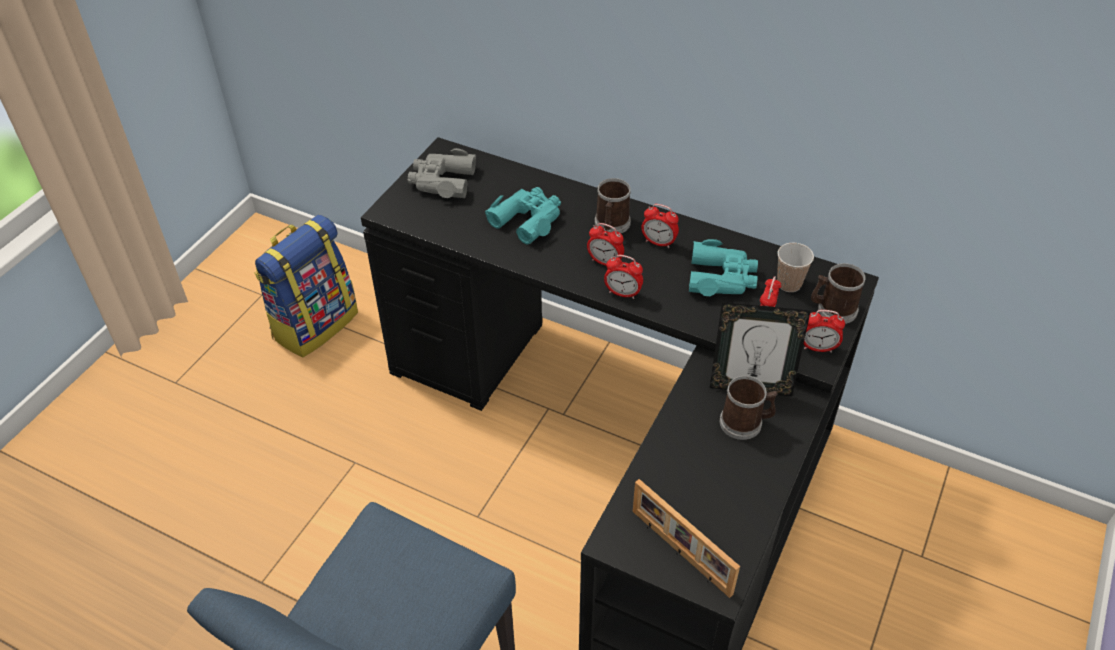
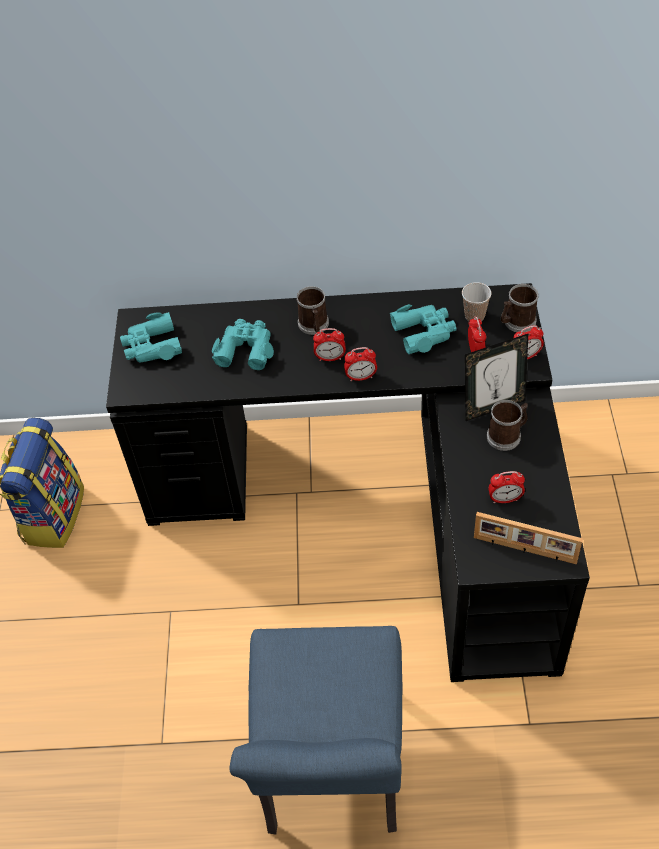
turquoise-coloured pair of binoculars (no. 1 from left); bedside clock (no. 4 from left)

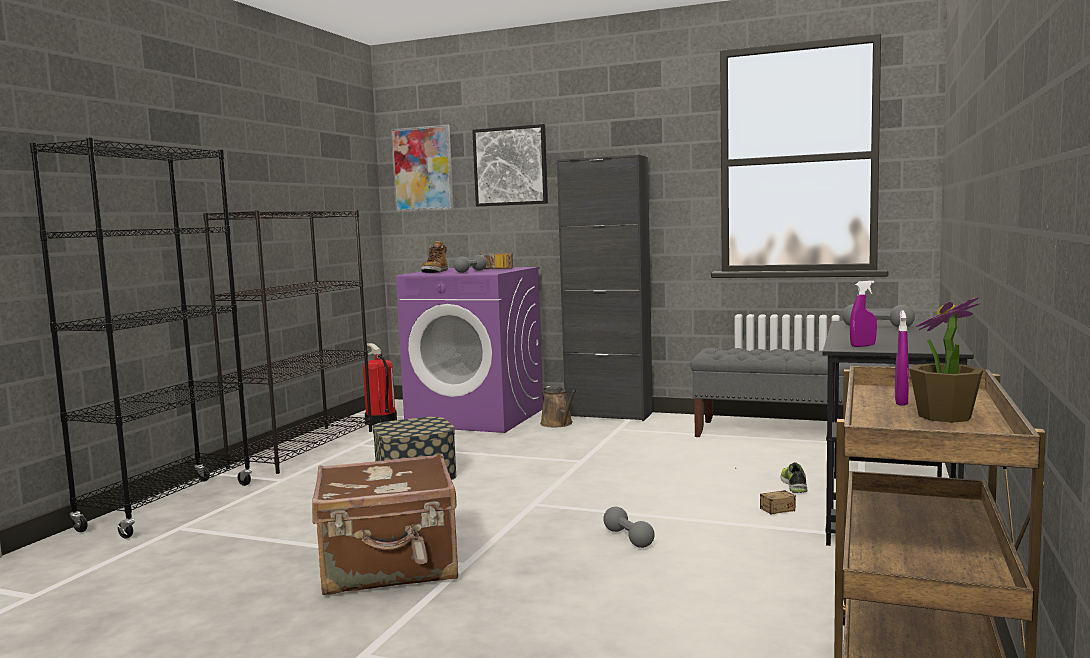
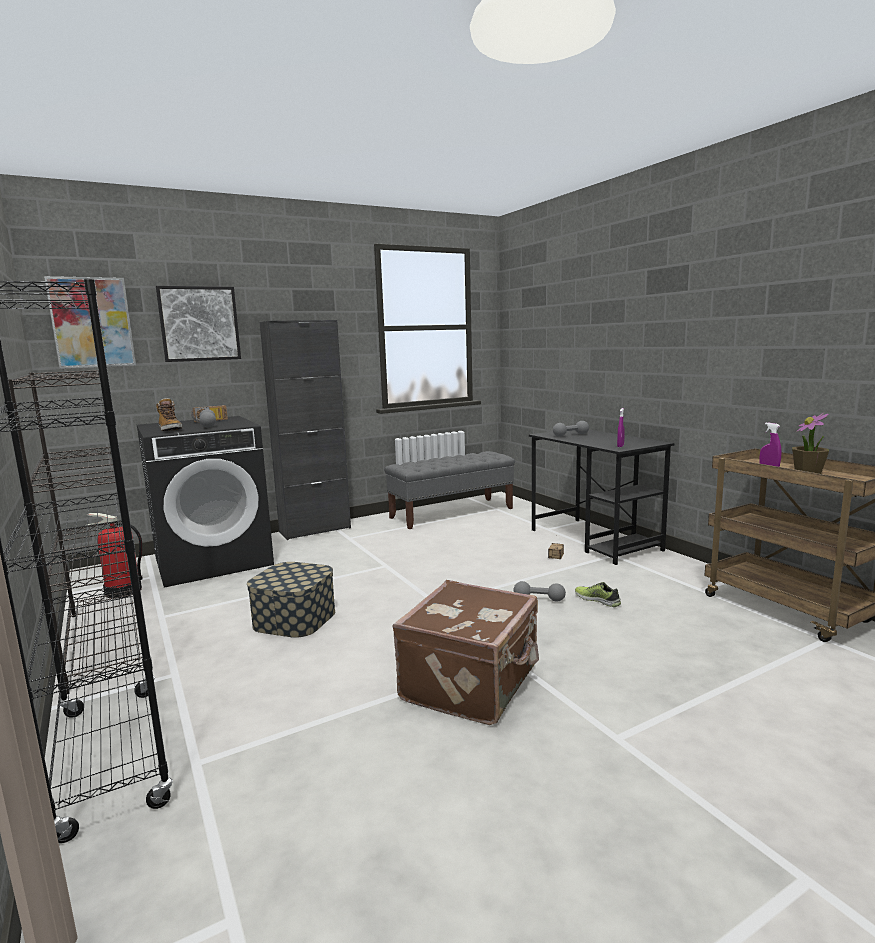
black-coloured laundry appliance; item of footwear; brown sprinkling can

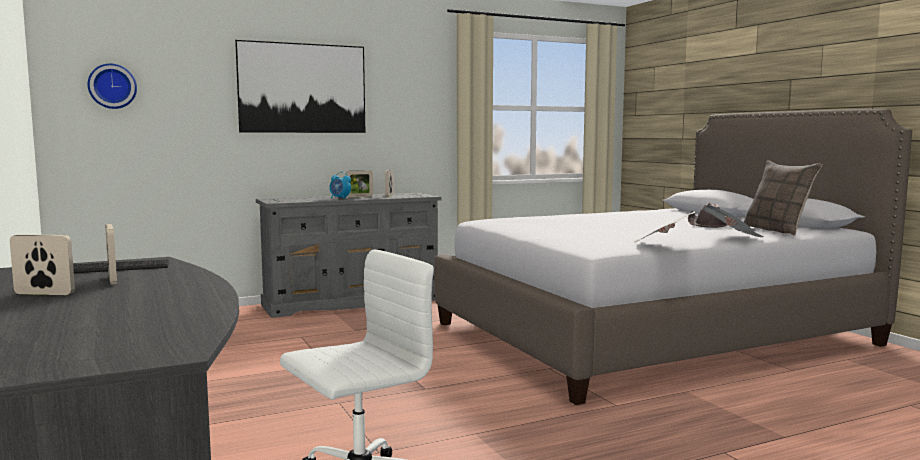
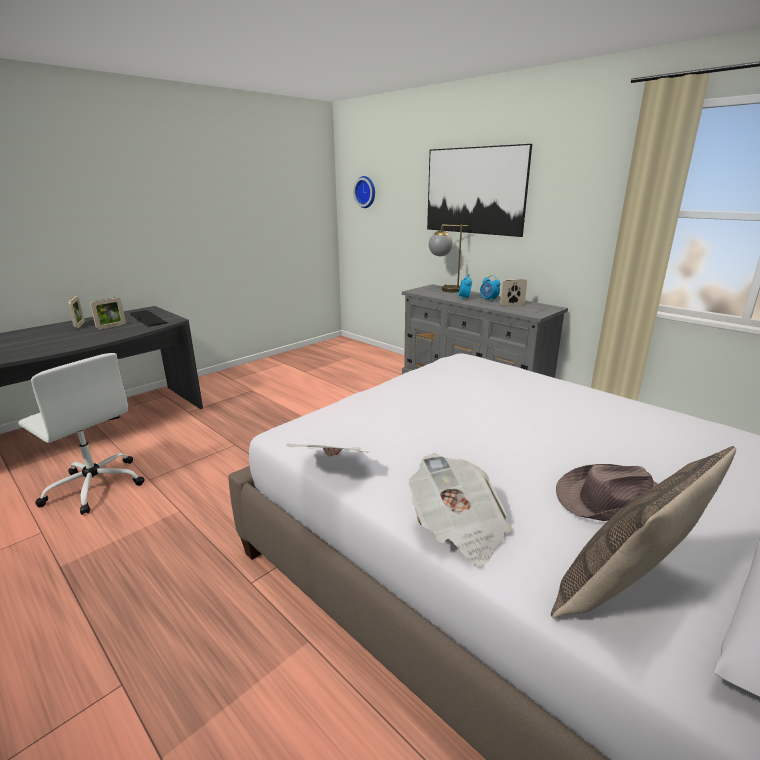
table lamp; bedside clock (no. 2 from left)

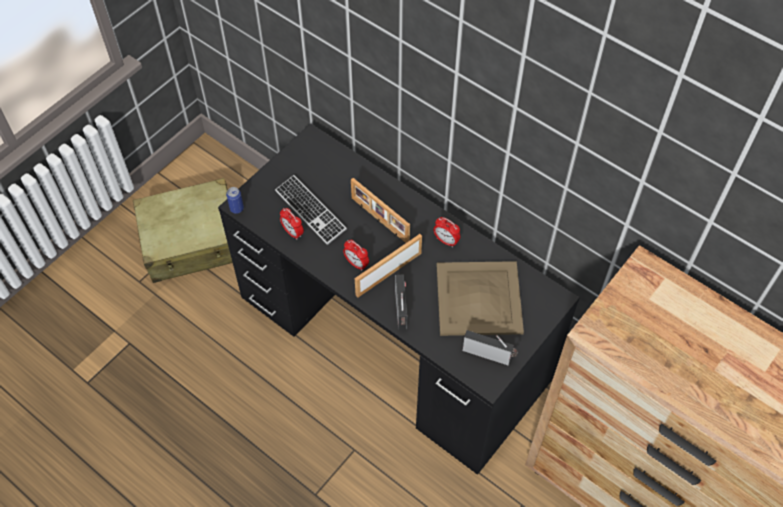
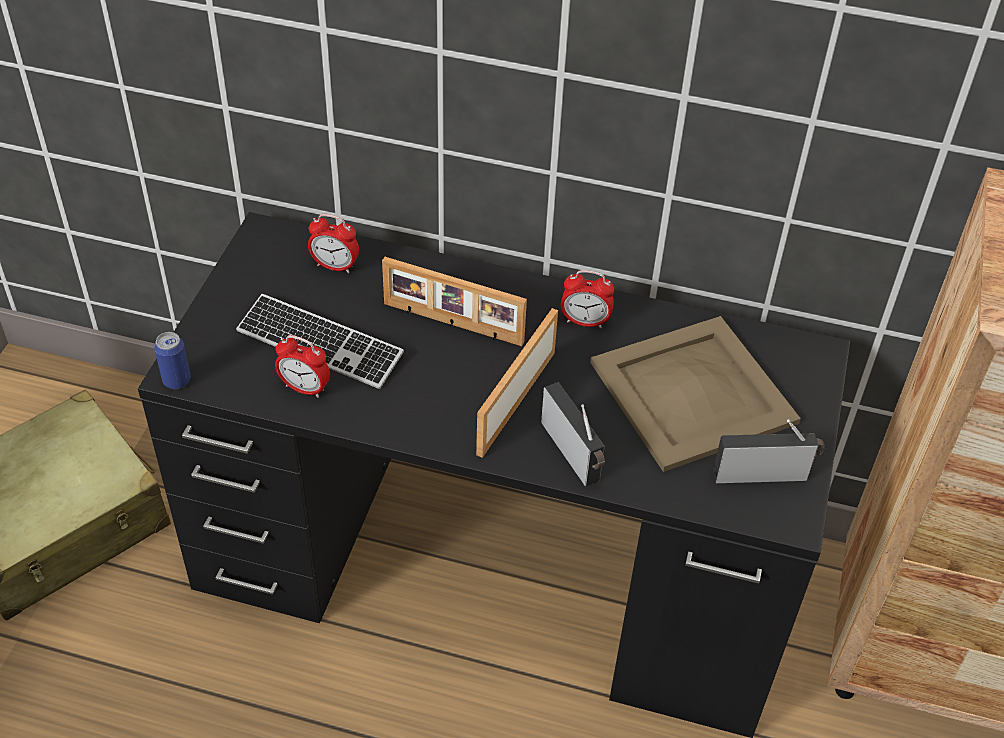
bedside clock (no. 2 from left)

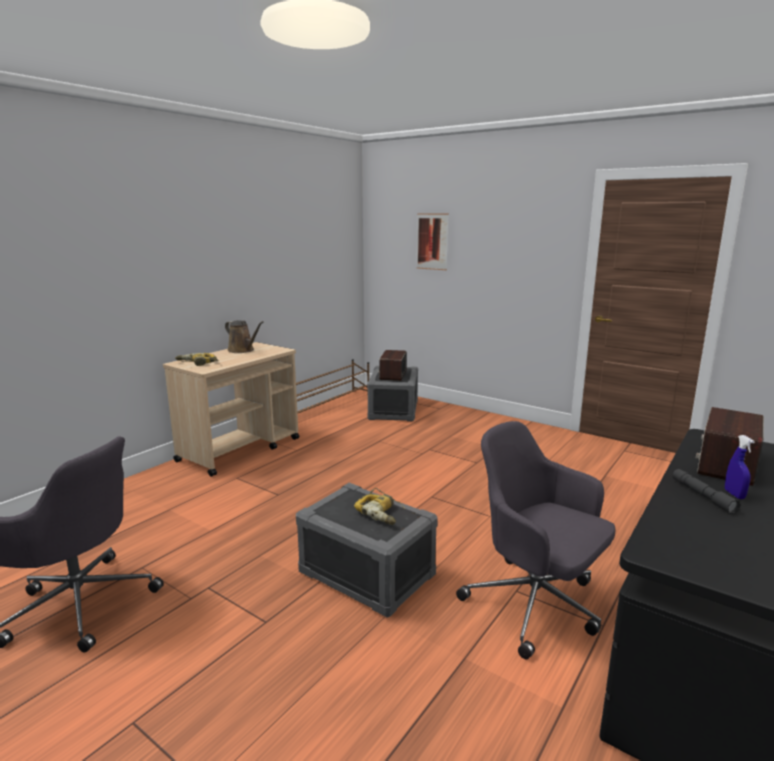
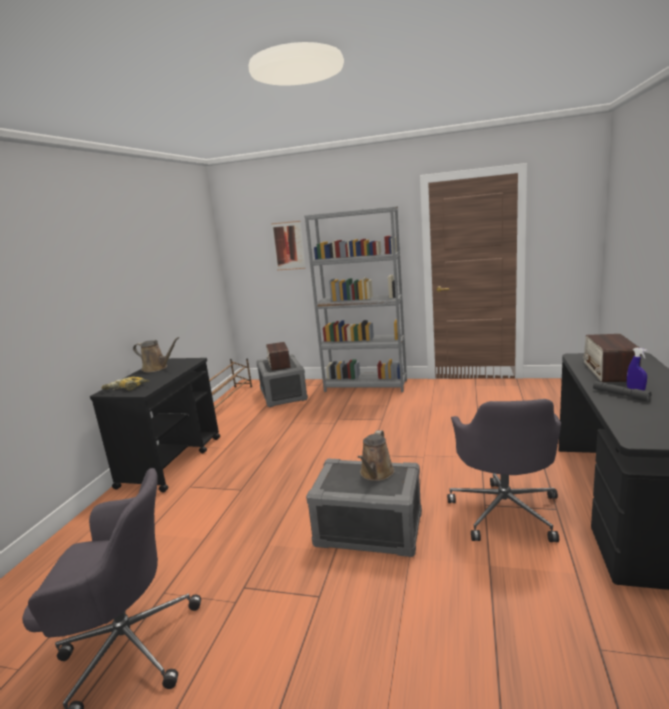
black-coloured wheeled cart; gray bookcase; brown sprinkling can (no. 2 from left); gray computer chair (no. 2 from left)

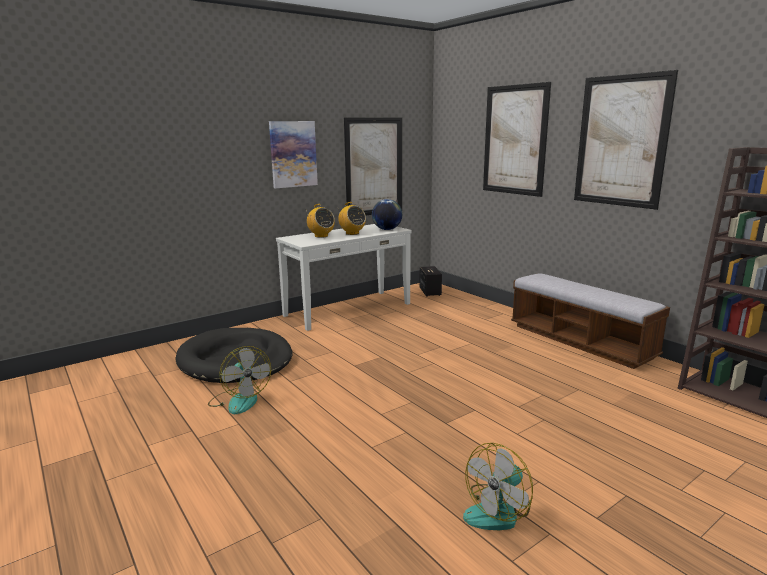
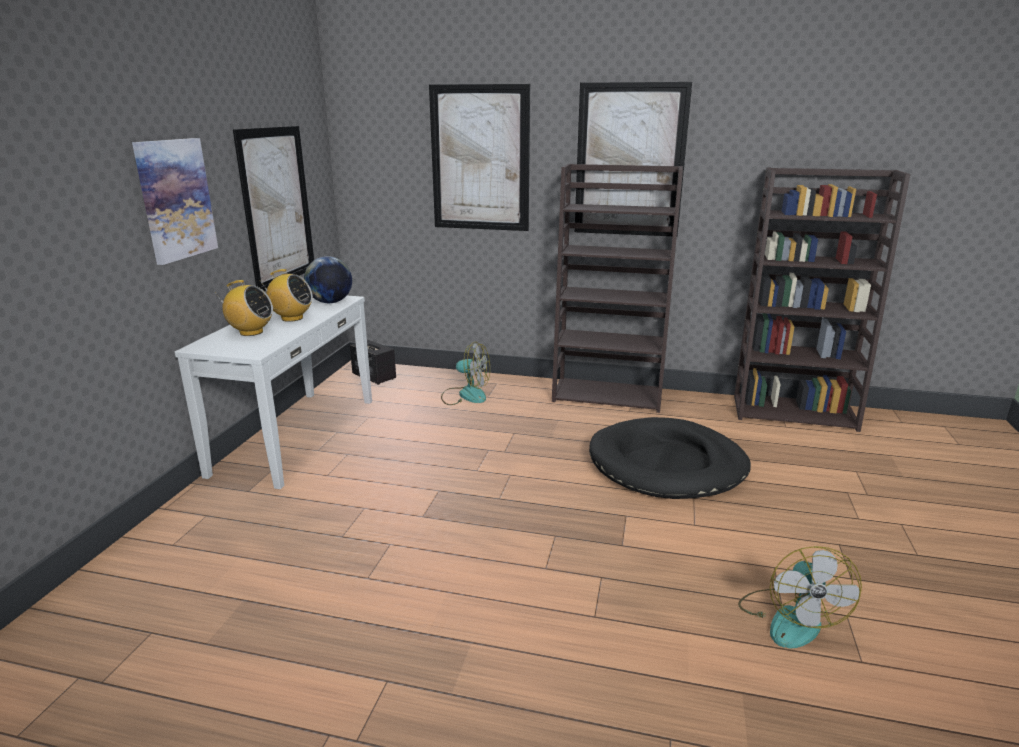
cooling fan (no. 1 from left); brown bookcase (no. 1 from left); black-coloured dog cushion

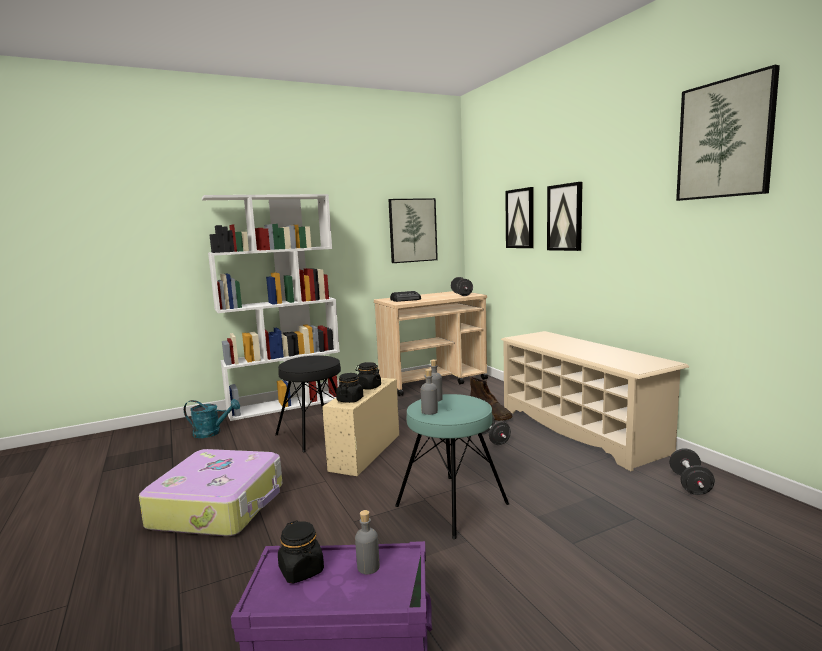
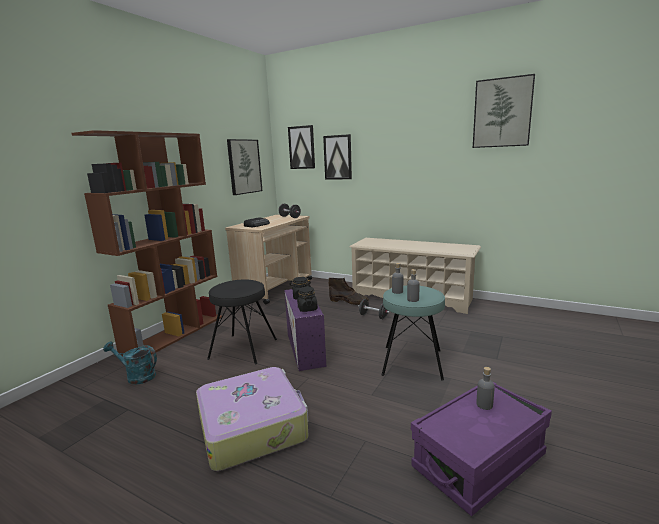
brown bookcase; turquoise-coloured sprinkling can; purple-coloured storage container (no. 1 from left); wall picture (no. 2 from left); black-coloured storage jar (no. 1 from left in the first image); black-coloured dumbbell (no. 3 from left in the first image)

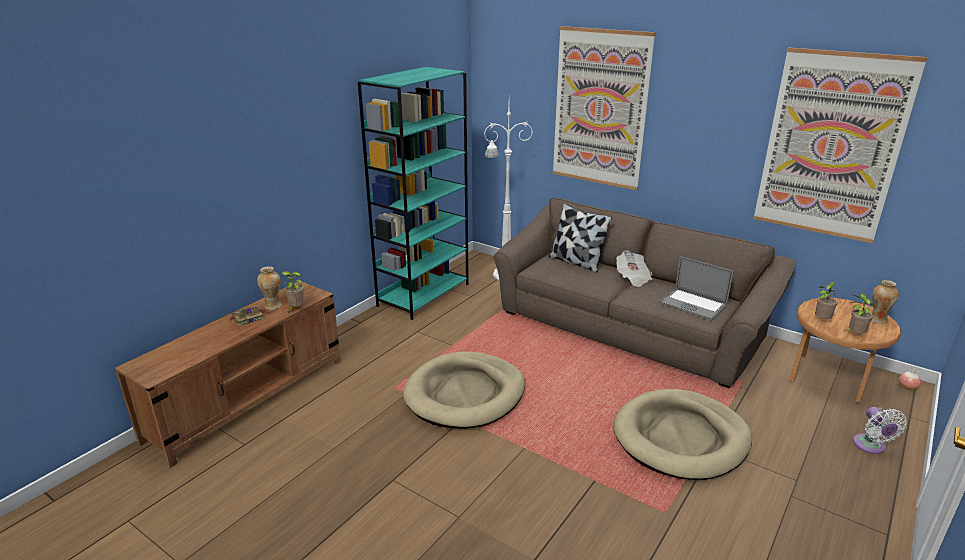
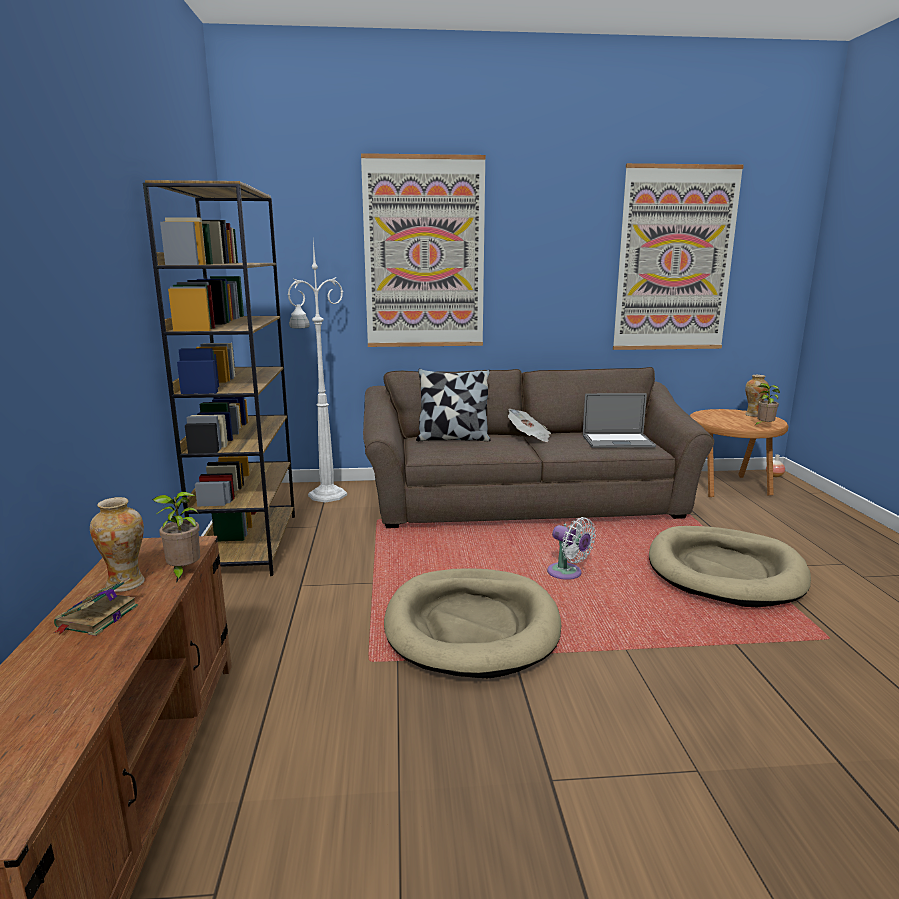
brown bookcase; white-coloured cooling fan; potted plant (no. 2 from left in the first image)

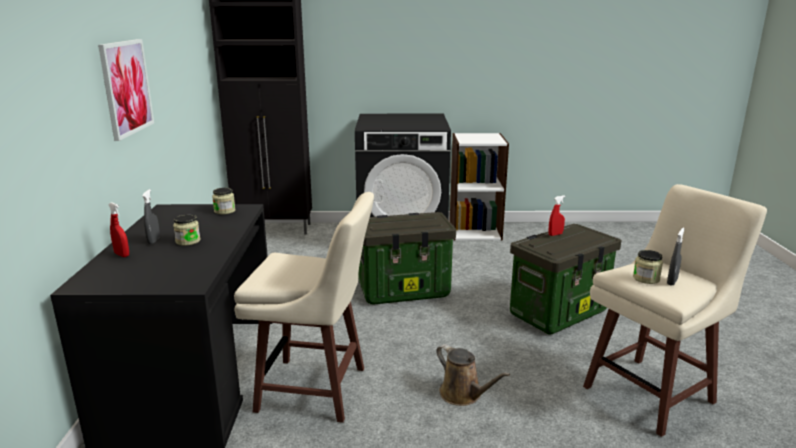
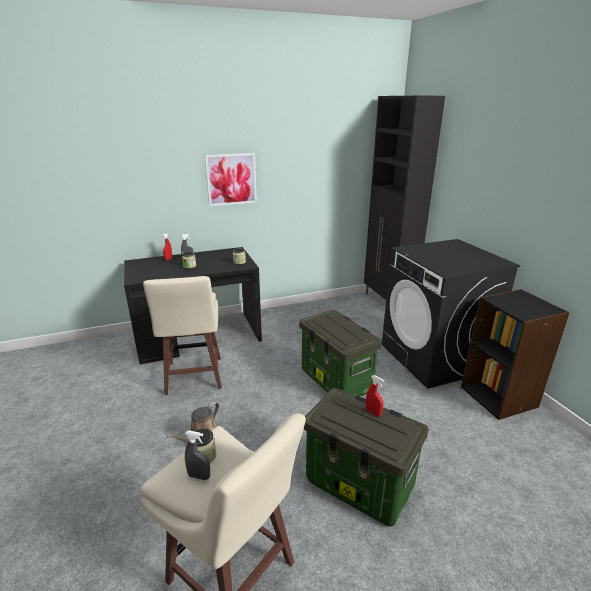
black-coloured bookcase

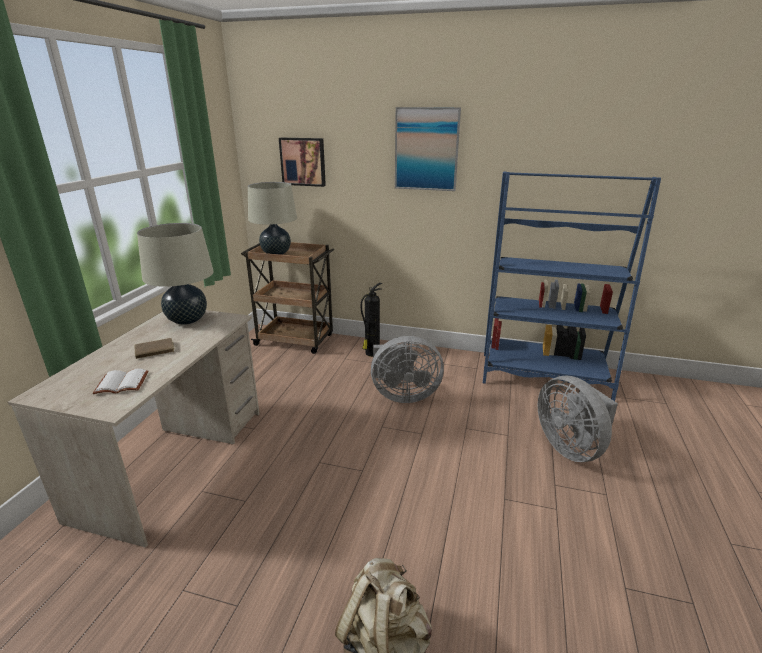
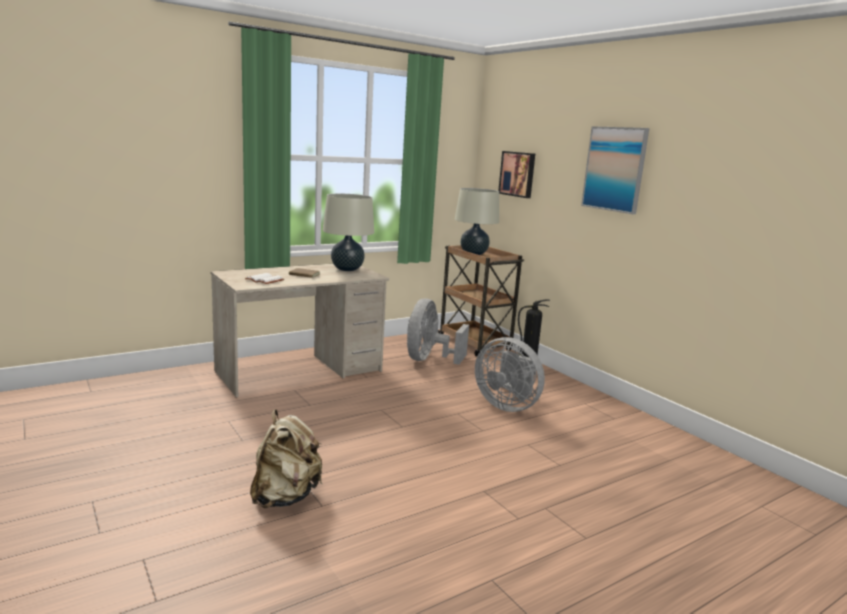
gray cooling fan (no. 1 from left); bluish bookcase

